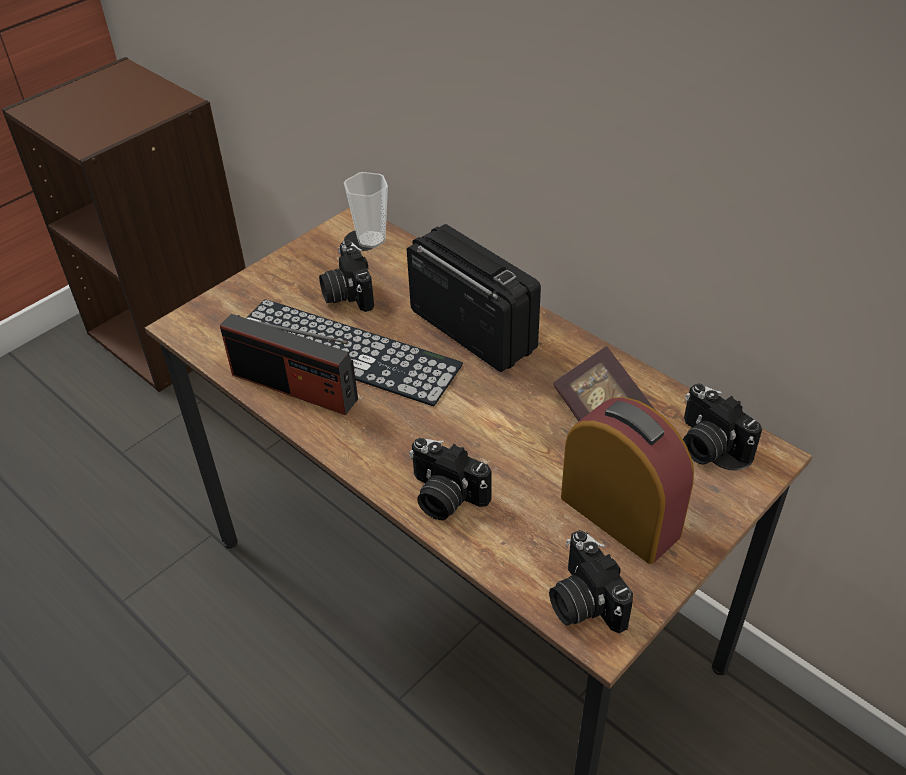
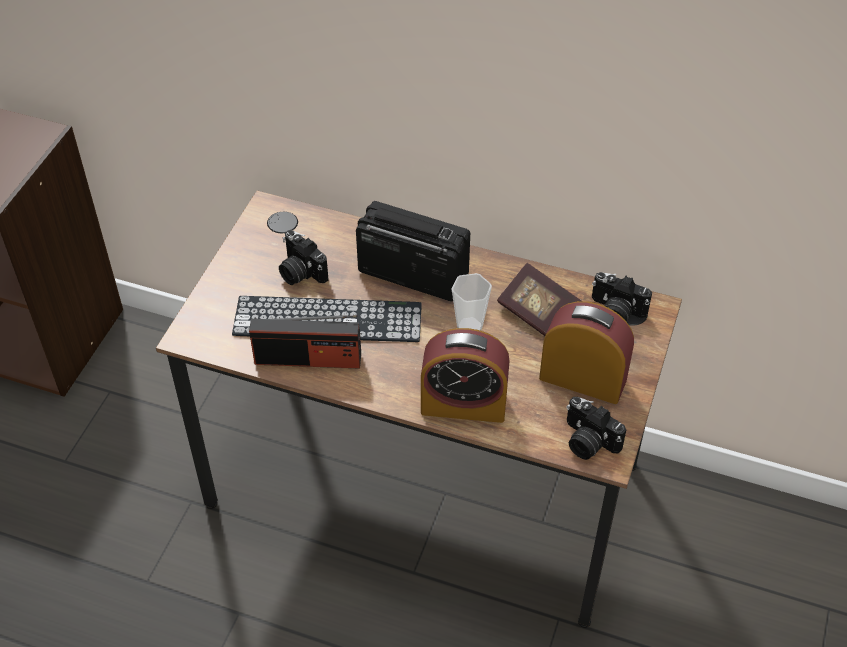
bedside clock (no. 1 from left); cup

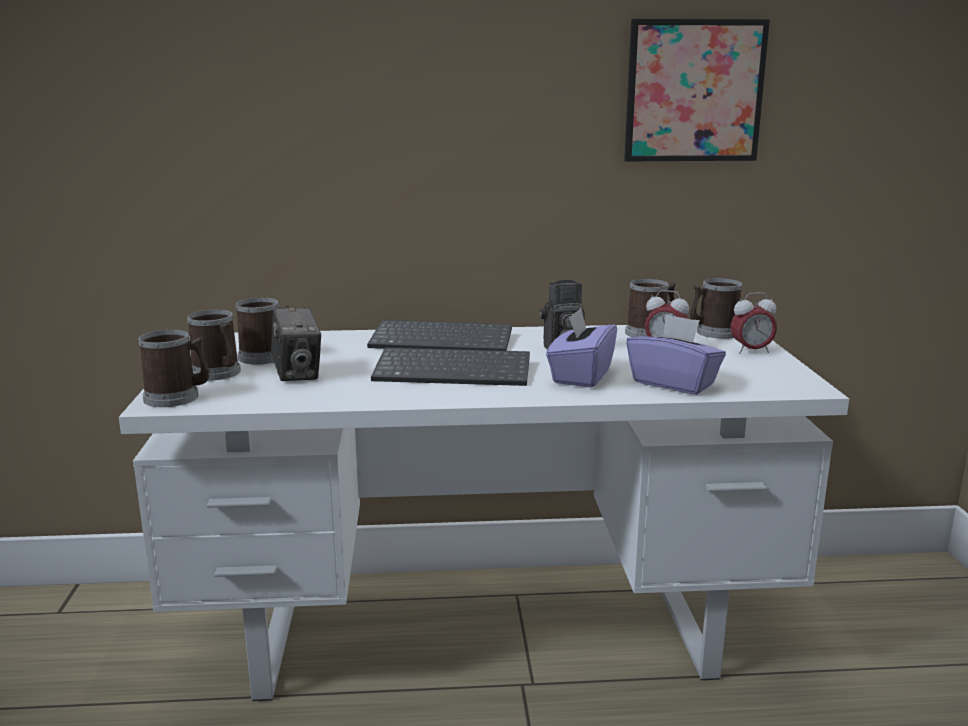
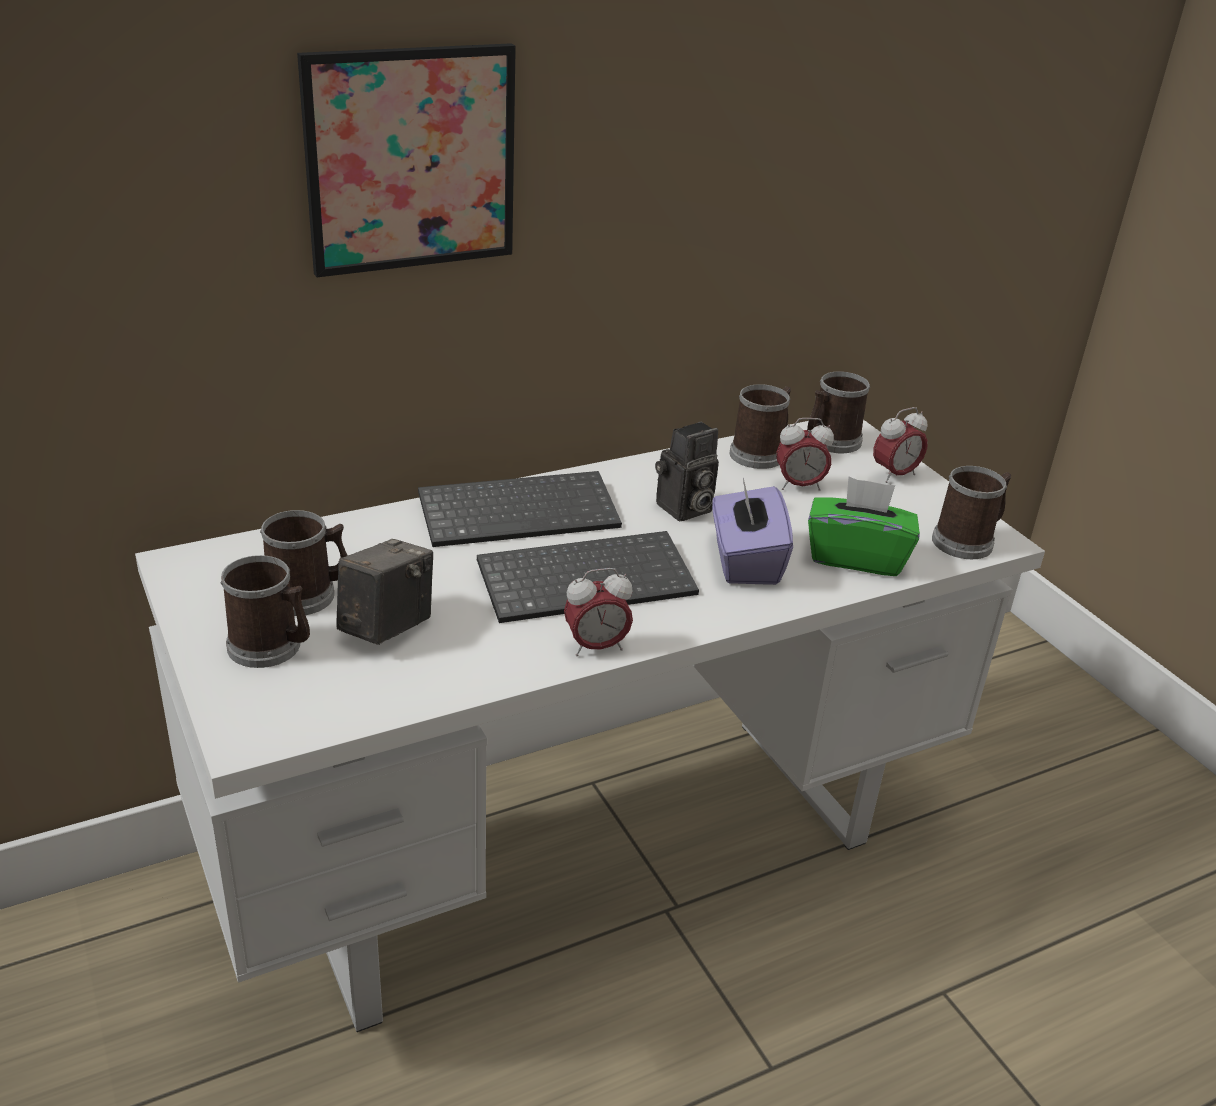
wall picture; still camera (no. 1 from left); bedside clock (no. 1 from left); green-coloured box of tissues; mug (no. 5 from left)

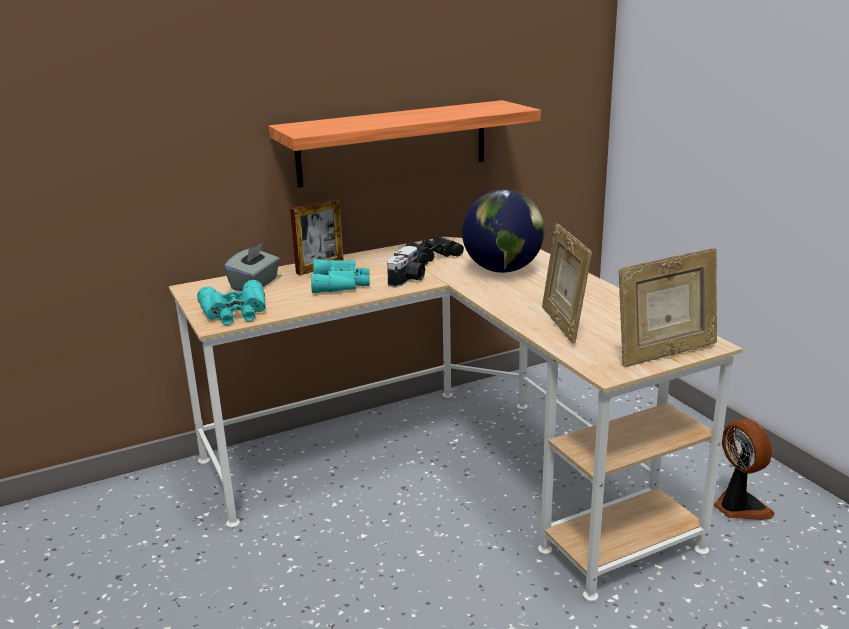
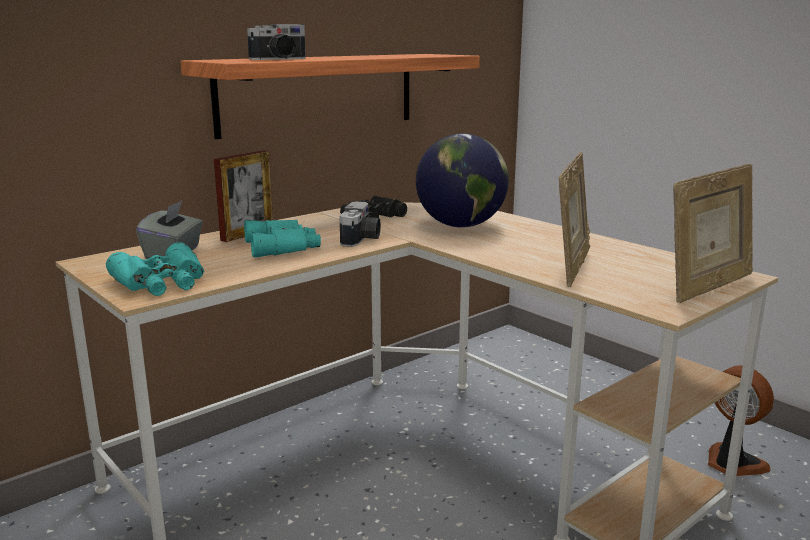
still camera (no. 1 from left); standing frame (no. 2 from left)

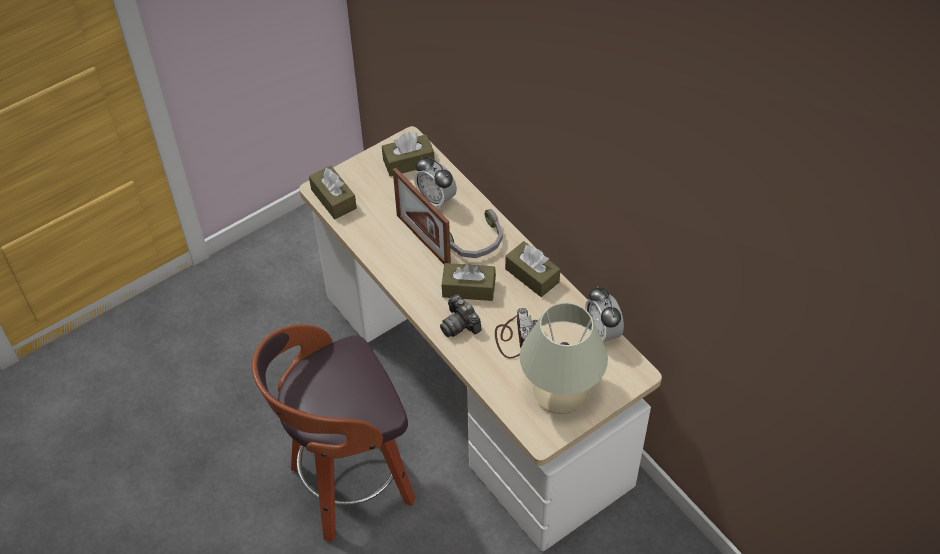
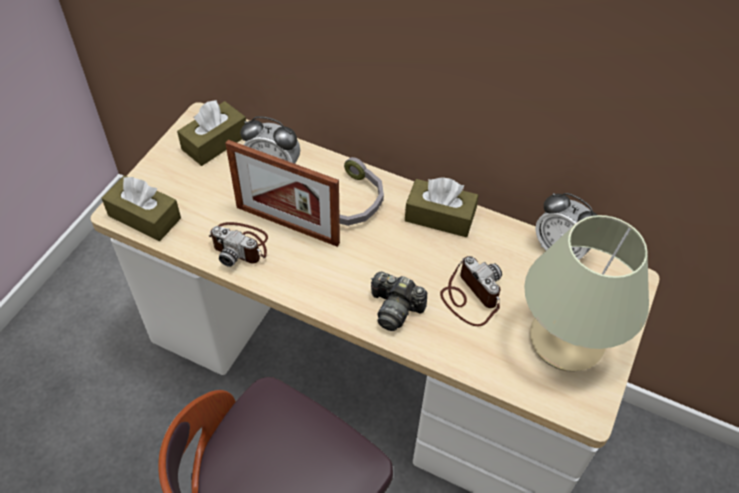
still camera (no. 1 from left); brown box of tissues (no. 3 from left in the first image)

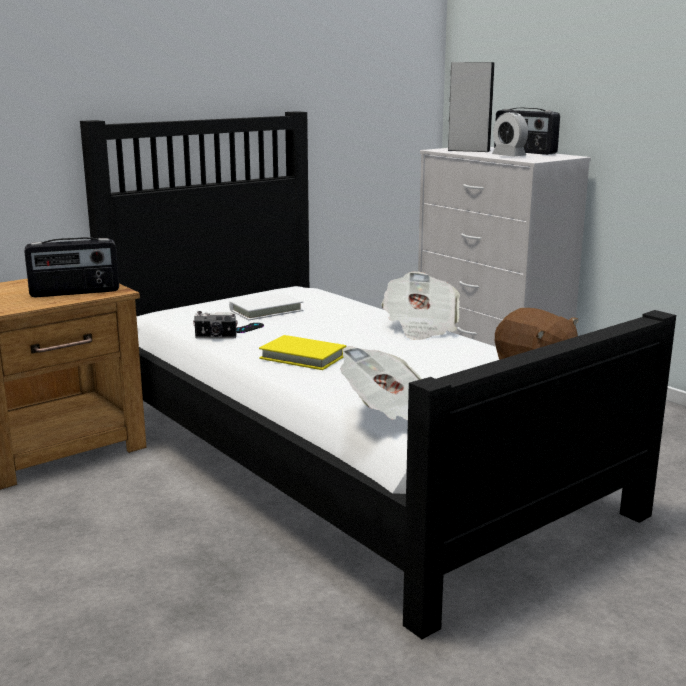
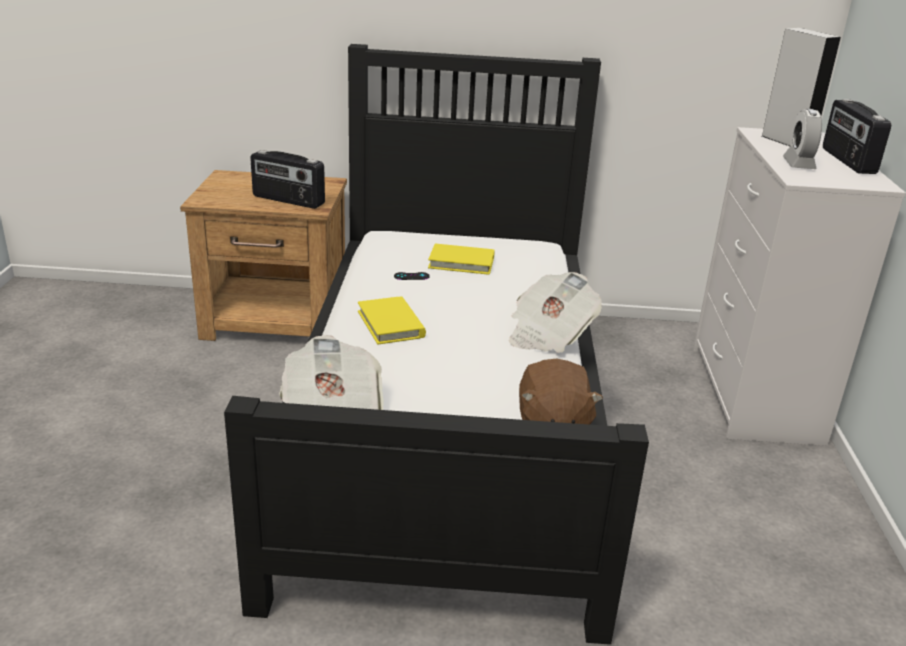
yellow-coloured book (no. 2 from left); still camera

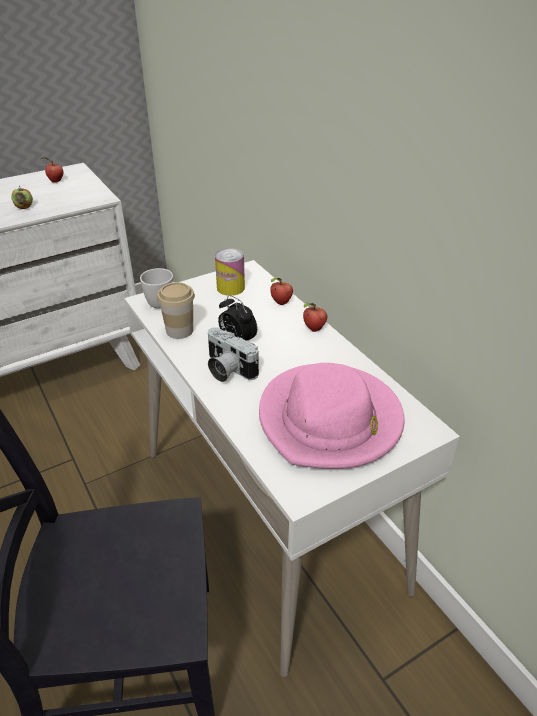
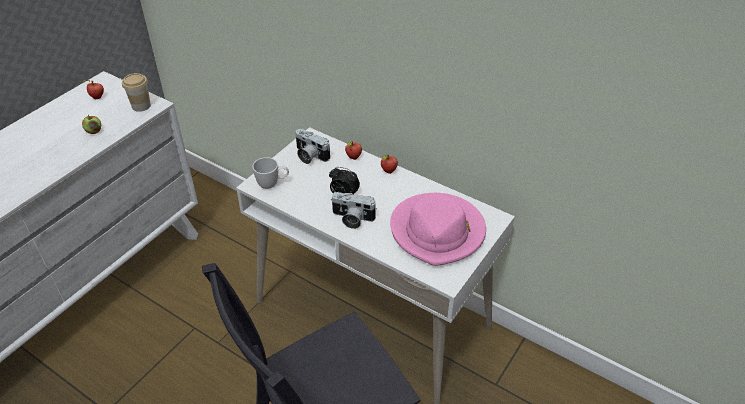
cup; still camera (no. 1 from left)

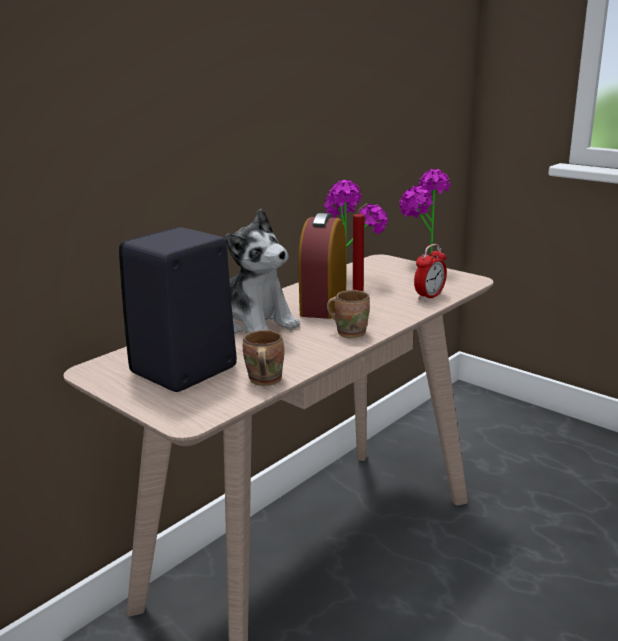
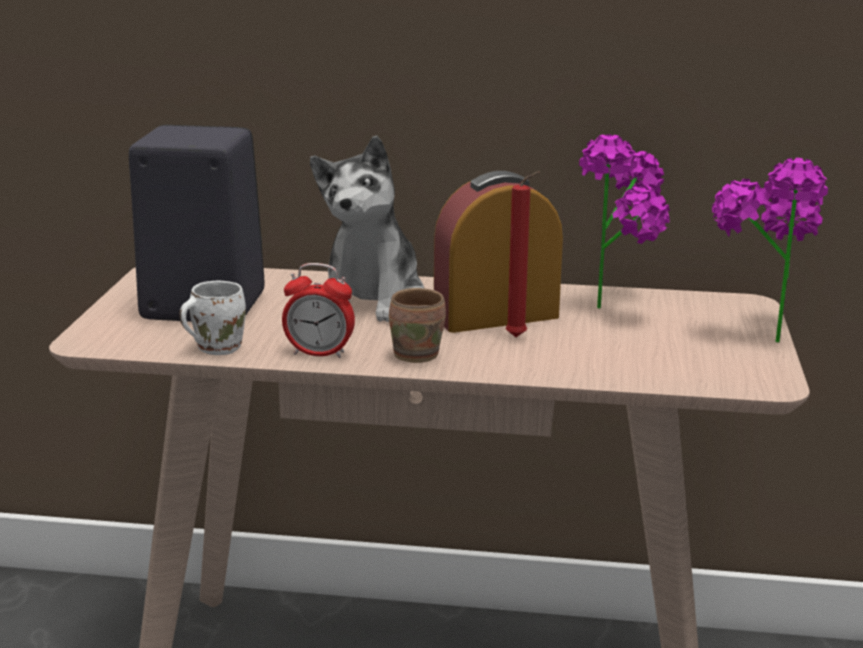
white-coloured mug; bedside clock (no. 1 from left)

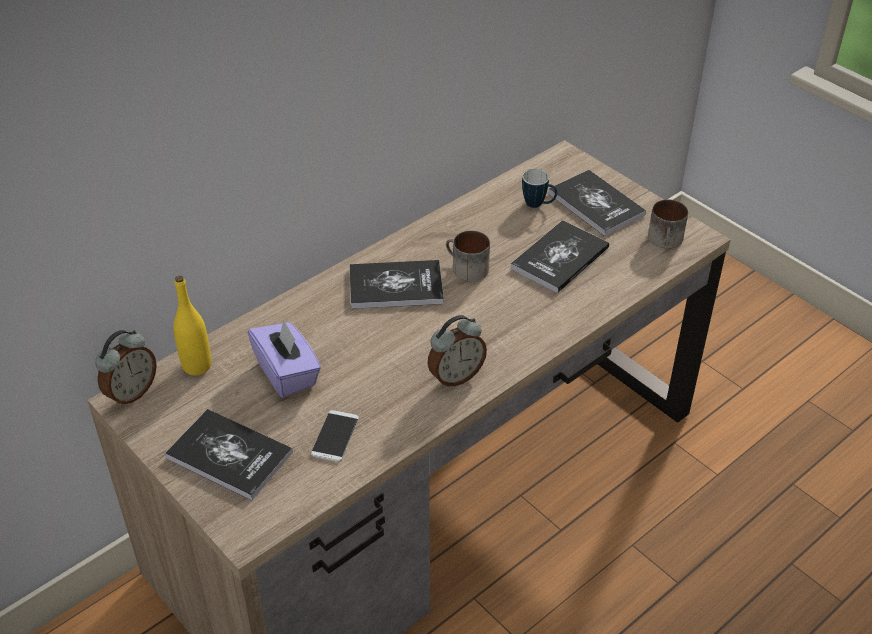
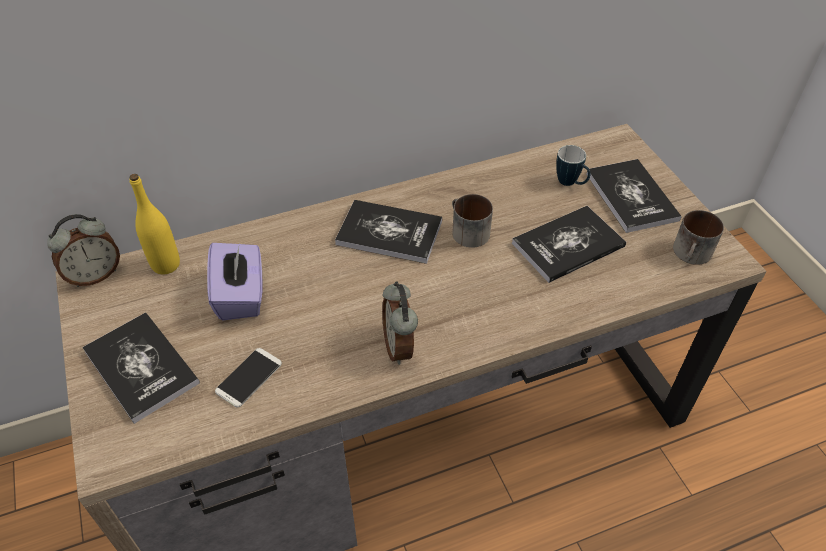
bedside clock (no. 2 from left)

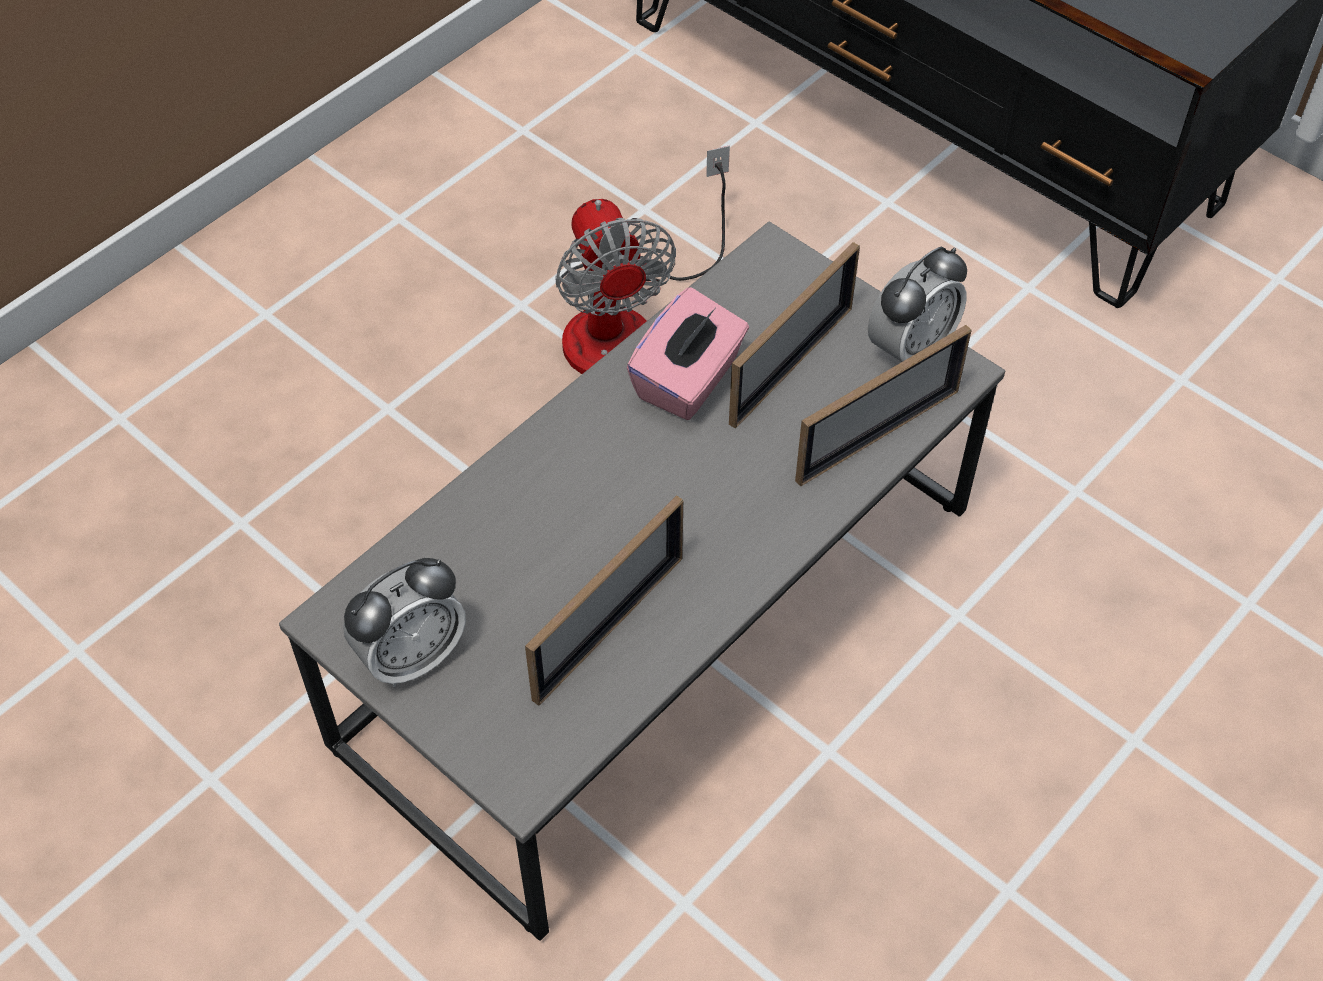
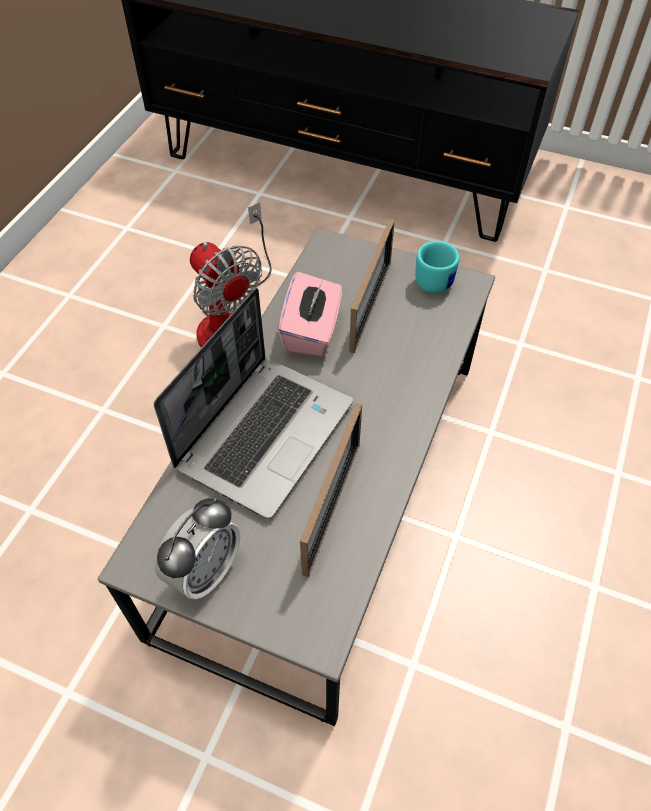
notebook computer; turquoise-coloured mug; standing frame (no. 3 from left in the first image)

